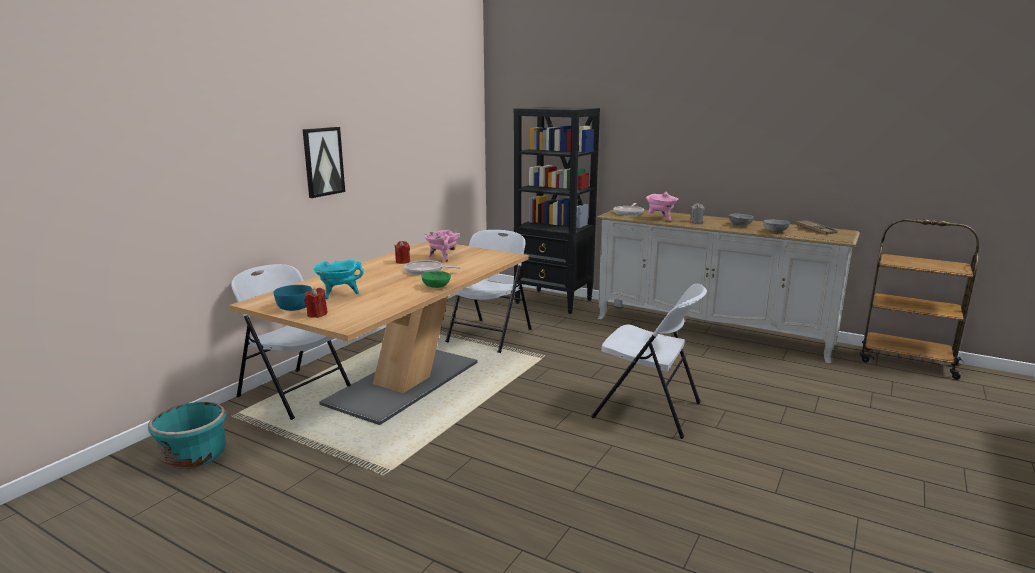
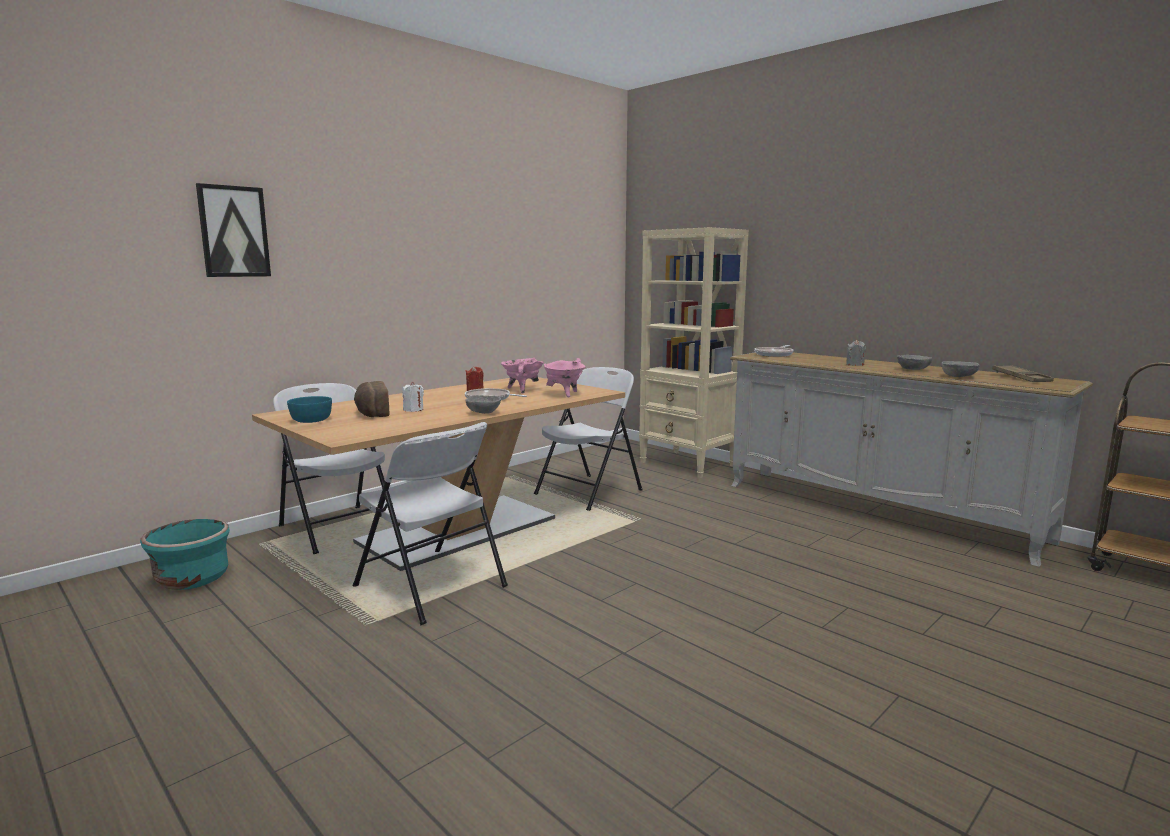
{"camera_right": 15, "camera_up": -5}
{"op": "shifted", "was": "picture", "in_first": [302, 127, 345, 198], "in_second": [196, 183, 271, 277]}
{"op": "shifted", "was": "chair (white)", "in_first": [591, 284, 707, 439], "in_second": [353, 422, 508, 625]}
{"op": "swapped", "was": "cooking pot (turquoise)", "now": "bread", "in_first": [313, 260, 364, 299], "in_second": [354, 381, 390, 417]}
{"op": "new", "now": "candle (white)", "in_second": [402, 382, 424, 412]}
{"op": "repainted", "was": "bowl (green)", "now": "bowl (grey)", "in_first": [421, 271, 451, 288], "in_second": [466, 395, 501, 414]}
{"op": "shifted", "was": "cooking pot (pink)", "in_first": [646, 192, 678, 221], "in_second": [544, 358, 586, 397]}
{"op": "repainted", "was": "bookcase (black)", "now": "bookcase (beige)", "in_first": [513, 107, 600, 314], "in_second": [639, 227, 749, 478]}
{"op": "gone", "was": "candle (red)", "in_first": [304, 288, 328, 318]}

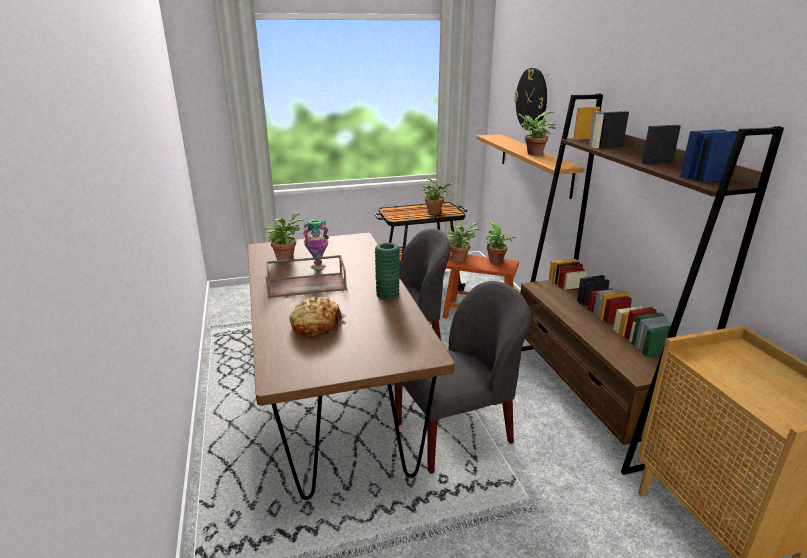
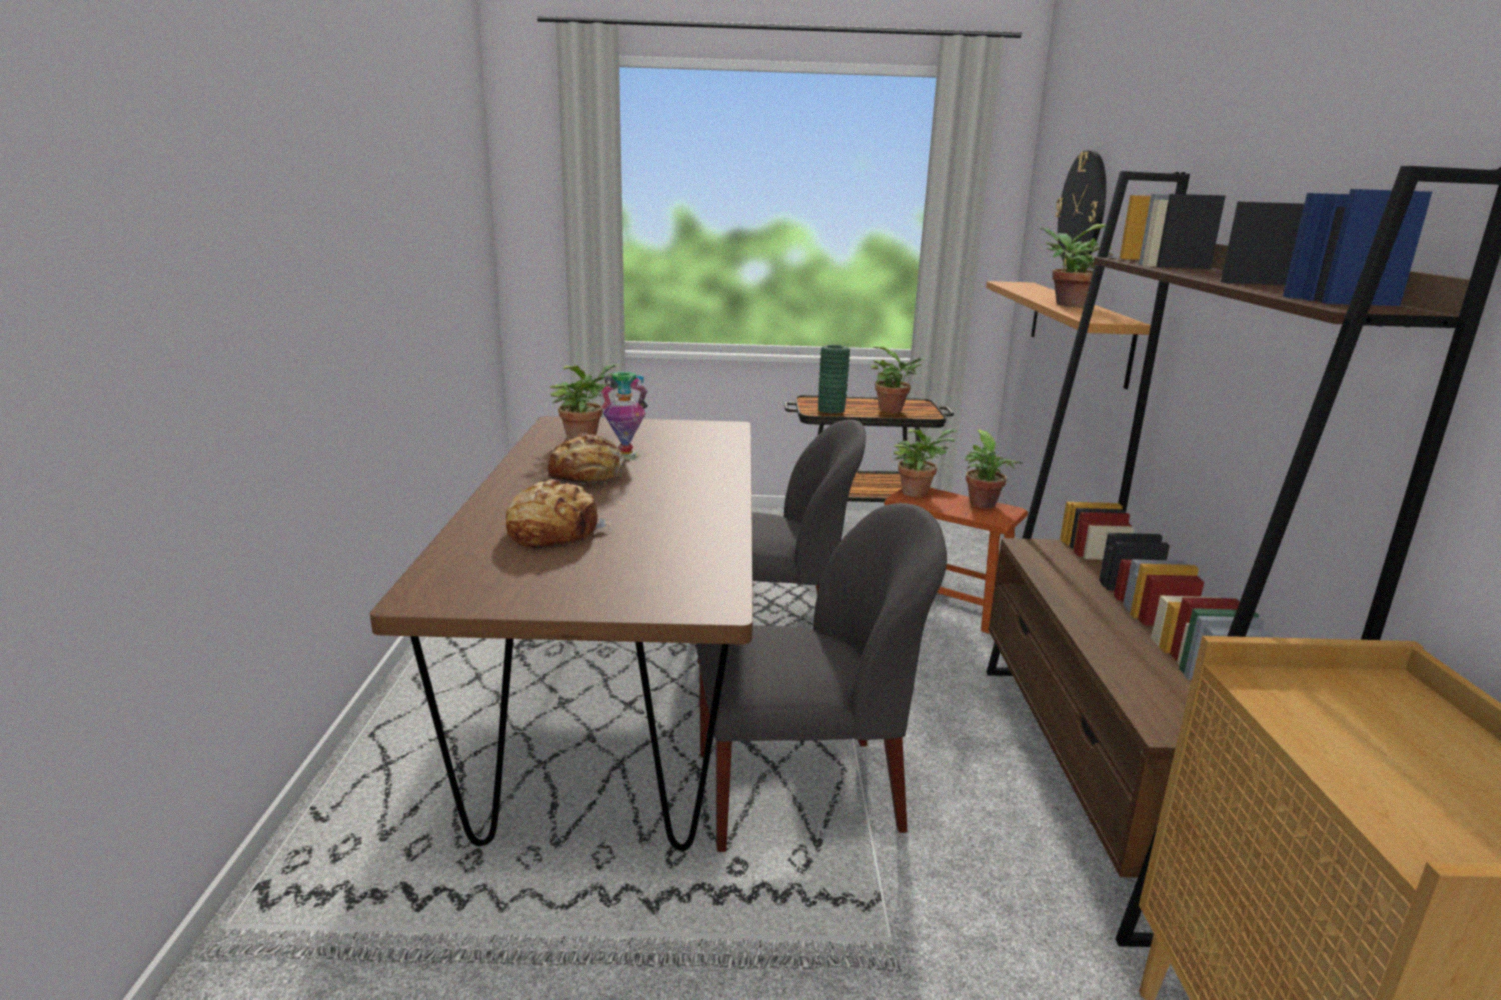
{"camera_right": 15, "camera_up": -5}
{"op": "swapped", "was": "tray (brown)", "now": "bread", "in_first": [266, 255, 347, 298], "in_second": [548, 433, 625, 484]}
{"op": "shifted", "was": "vase (green)", "in_first": [375, 242, 400, 300], "in_second": [818, 345, 850, 414]}

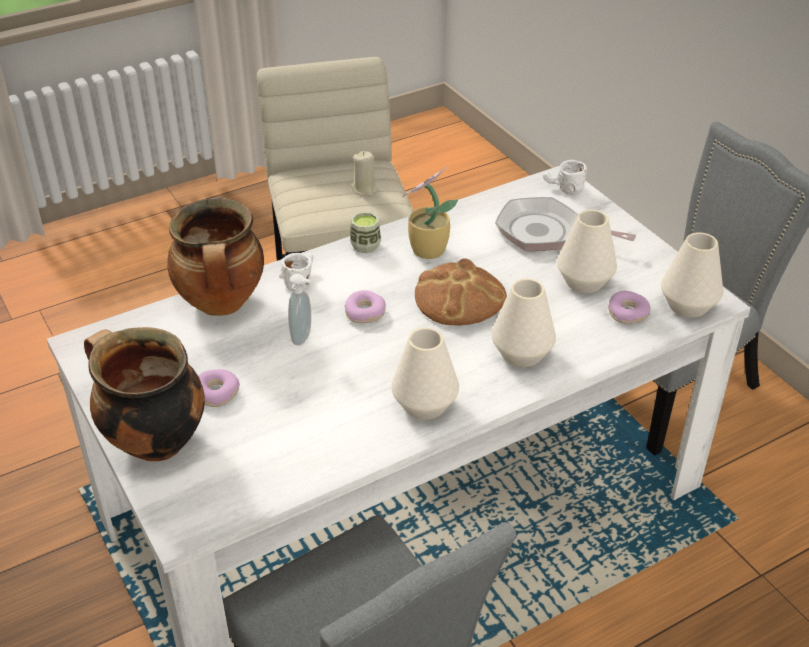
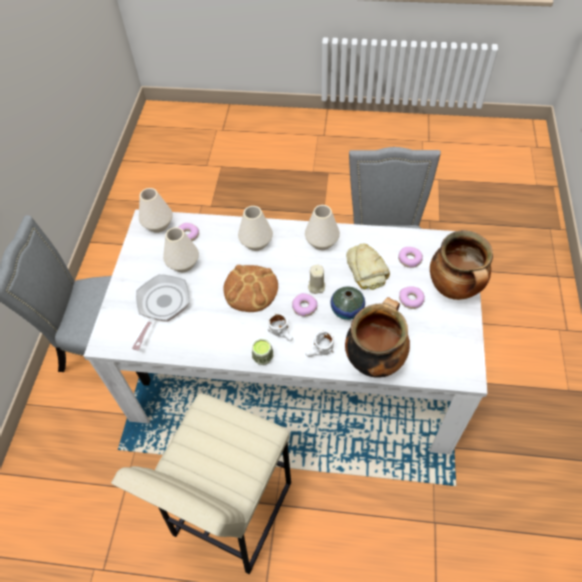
{"camera_right": -140, "camera_up": 15}
{"op": "rotated", "was": "frying pan", "in_first": [495, 197, 636, 251], "in_second": [132, 274, 190, 350], "clockwise": -135}
{"op": "shifted", "was": "mug (white)", "in_first": [543, 160, 587, 195], "in_second": [268, 313, 293, 341]}
{"op": "shifted", "was": "candle (beige)", "in_first": [352, 151, 379, 196], "in_second": [308, 265, 325, 294]}
{"op": "swapped", "was": "soap dispenser", "now": "vase", "in_first": [288, 274, 311, 346], "in_second": [331, 287, 365, 320]}
{"op": "new", "now": "bread", "in_second": [346, 243, 390, 290]}
{"op": "new", "now": "donut", "in_second": [398, 247, 423, 268]}
{"op": "gone", "was": "potted plant", "in_first": [403, 167, 458, 259]}

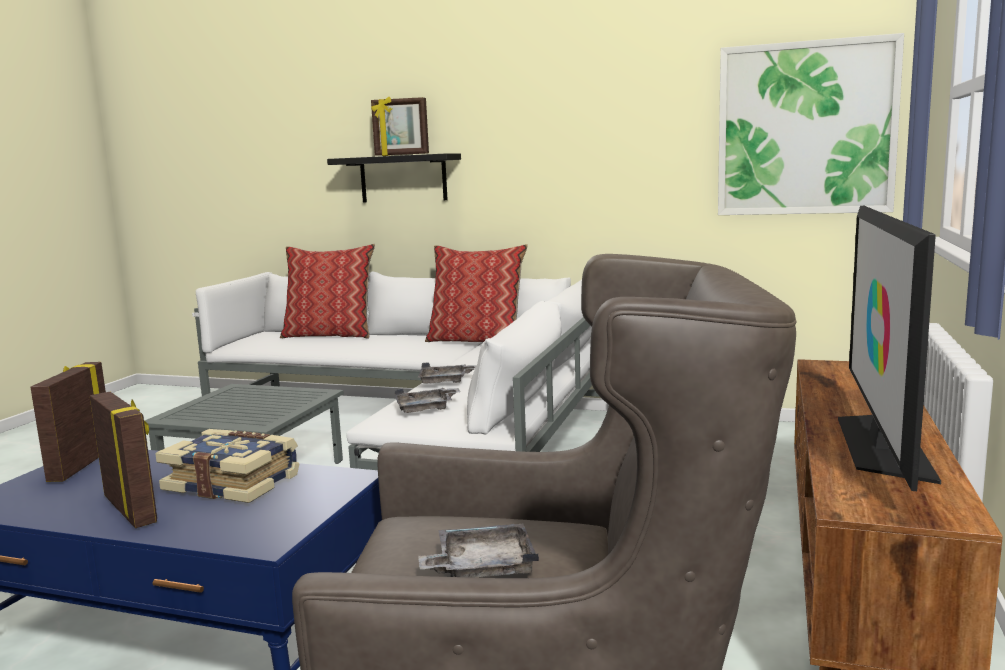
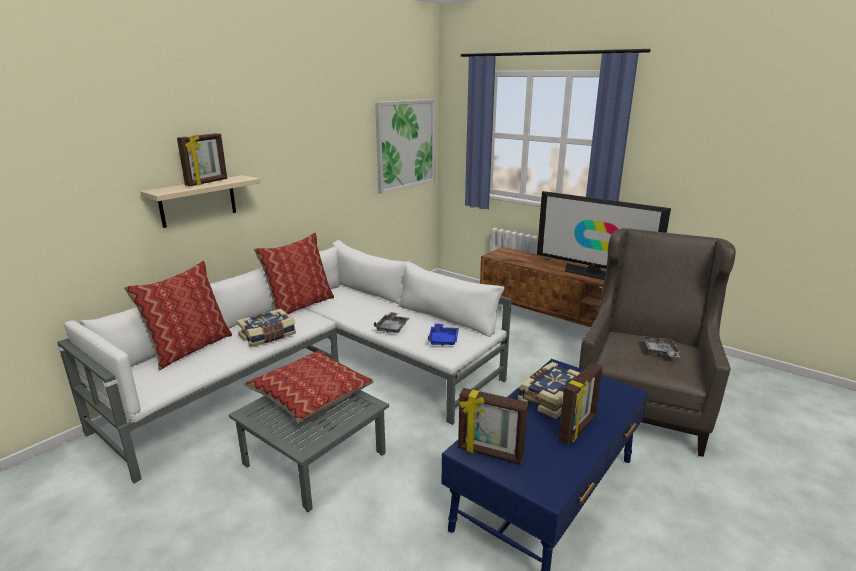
{"camera_right": -70, "camera_up": 10}
{"op": "repainted", "was": "shelf (black)", "now": "shelf (beige)", "in_first": [327, 153, 461, 202], "in_second": [140, 175, 261, 228]}
{"op": "new", "now": "book", "in_second": [236, 308, 296, 347]}
{"op": "new", "now": "pillow", "in_second": [244, 350, 374, 423]}
{"op": "repainted", "was": "tray (grey)", "now": "tray (blue)", "in_first": [395, 387, 460, 413], "in_second": [428, 324, 459, 346]}
{"op": "rotated", "was": "picture frame", "in_first": [90, 392, 157, 528], "in_second": [558, 362, 603, 445], "clockwise": 150}

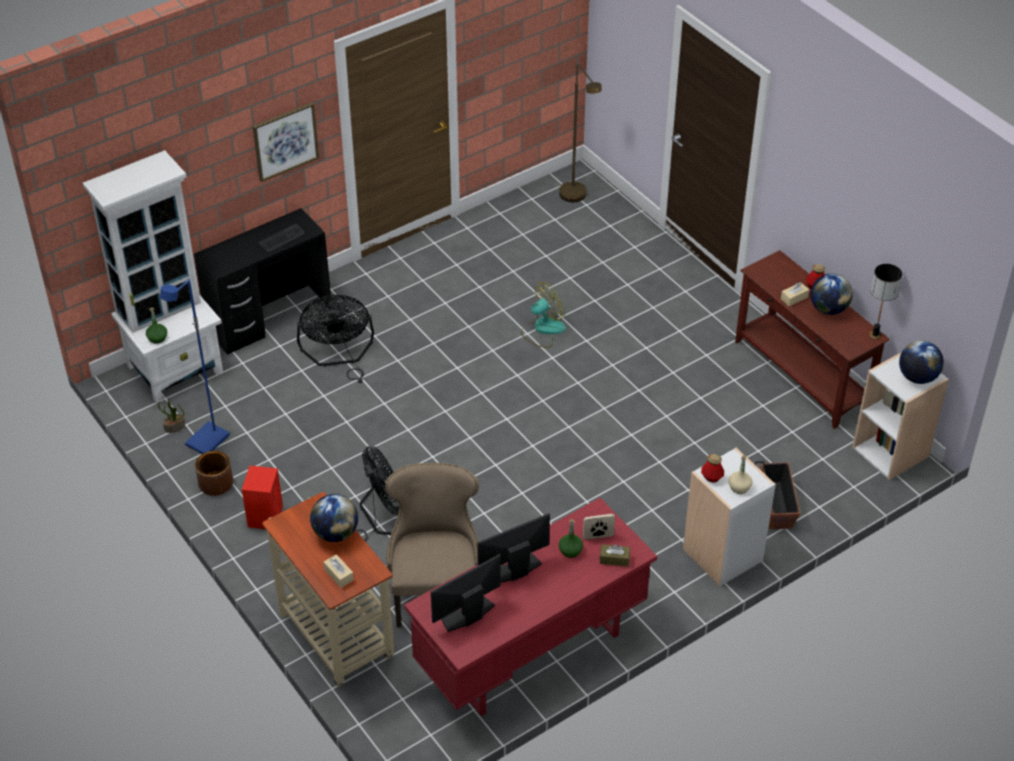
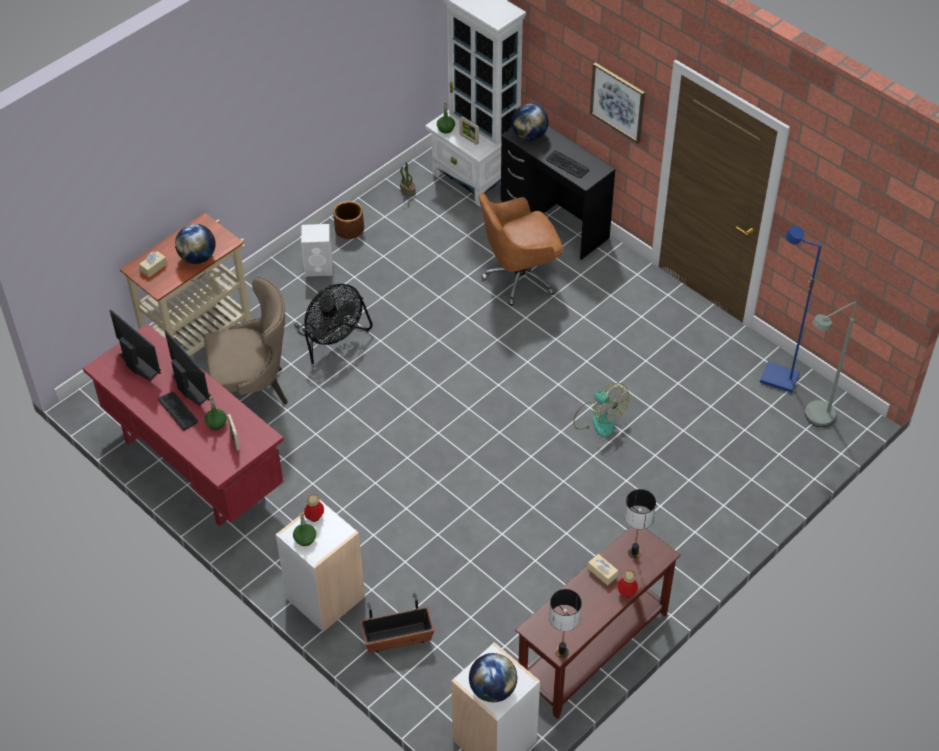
{"camera_right": 80, "camera_up": 5}
{"op": "new", "now": "keyboard", "in_second": [158, 392, 198, 430]}
{"op": "repainted", "was": "bottle (beige)", "now": "bottle (green)", "in_first": [728, 455, 753, 494], "in_second": [293, 512, 316, 546]}
{"op": "repainted", "was": "speaker (red)", "now": "speaker (white)", "in_first": [242, 466, 283, 529], "in_second": [301, 224, 333, 276]}
{"op": "new", "now": "picture frame", "in_second": [459, 116, 479, 145]}
{"op": "swapped", "was": "fan (black)", "now": "office chair (brown)", "in_first": [297, 295, 374, 383], "in_second": [478, 193, 563, 306]}
{"op": "shifted", "was": "globe", "in_first": [811, 273, 853, 315], "in_second": [512, 103, 549, 141]}
{"op": "new", "now": "table lamp", "in_second": [624, 489, 656, 559]}
{"op": "shifted", "was": "floor lamp (blue)", "in_first": [160, 279, 230, 454], "in_second": [760, 226, 822, 393]}
{"op": "repainted", "was": "floor lamp (brown)", "now": "floor lamp (grey)", "in_first": [559, 64, 602, 202], "in_second": [805, 302, 857, 427]}
{"op": "gone", "was": "tissue box (brown)", "in_first": [600, 544, 630, 566]}

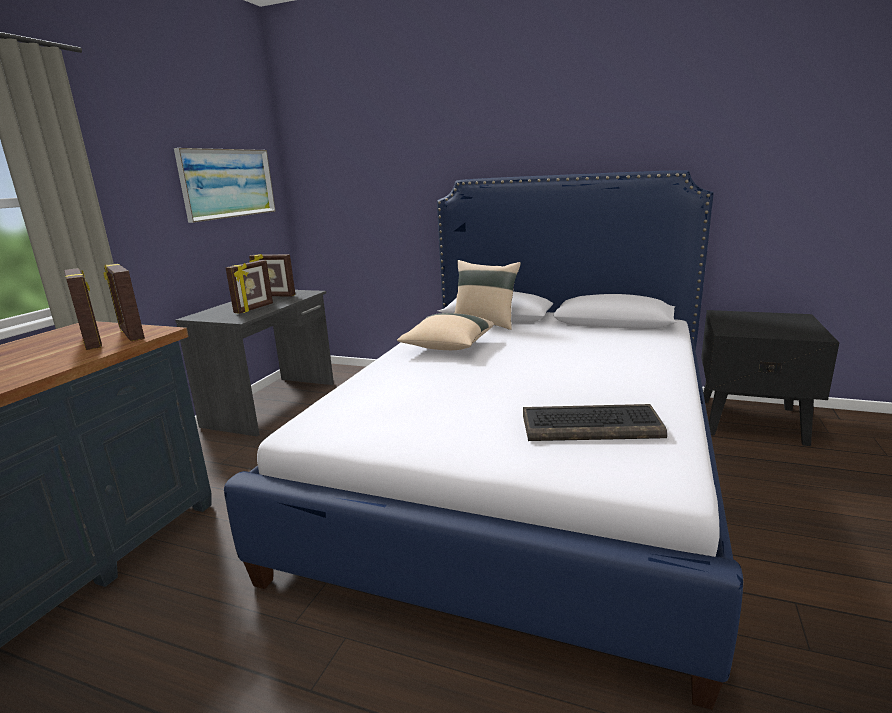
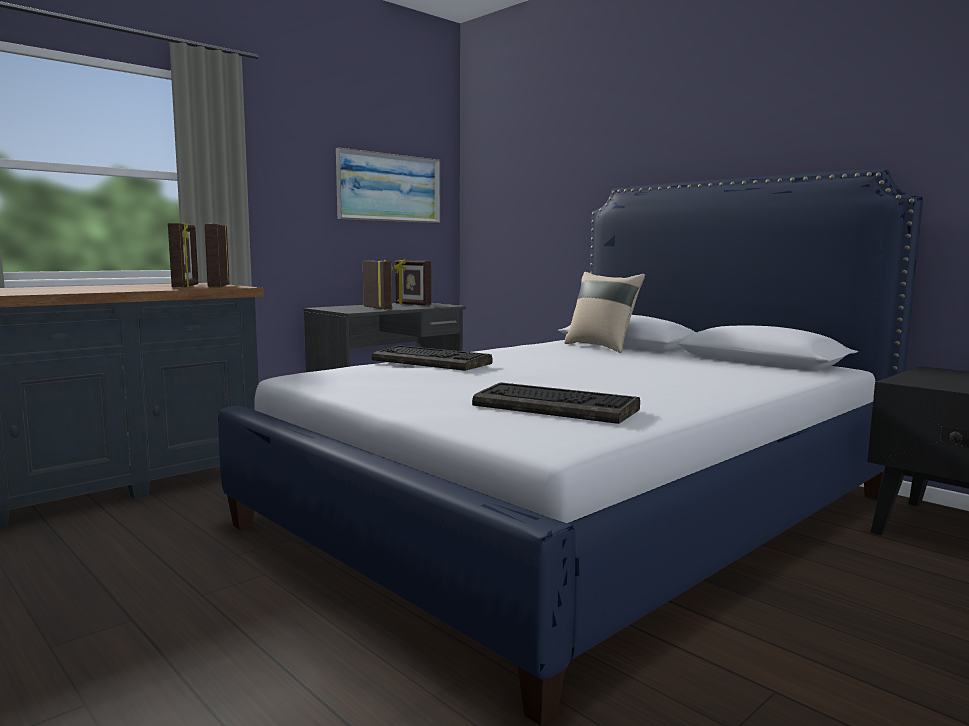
{"camera_right": 25, "camera_up": -10}
{"op": "rotated", "was": "picture frame", "in_first": [226, 260, 273, 314], "in_second": [363, 259, 393, 310], "clockwise": -90}
{"op": "new", "now": "keyboard", "in_second": [372, 345, 492, 371]}
{"op": "gone", "was": "pillow (beige)", "in_first": [397, 313, 494, 350]}

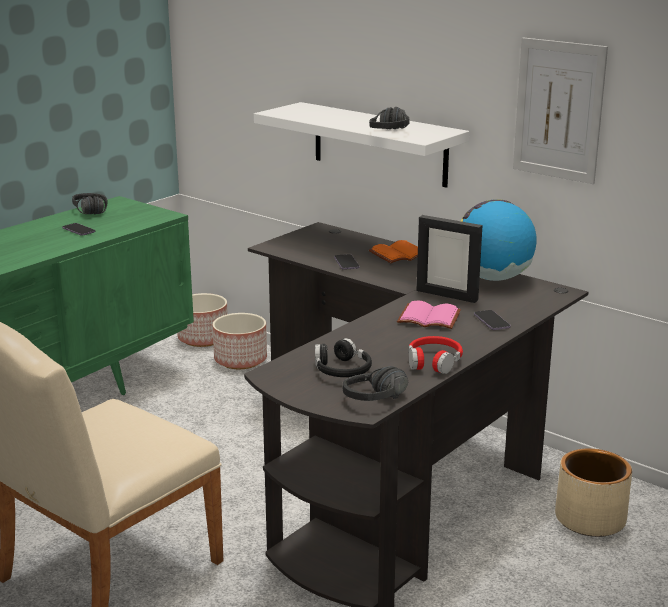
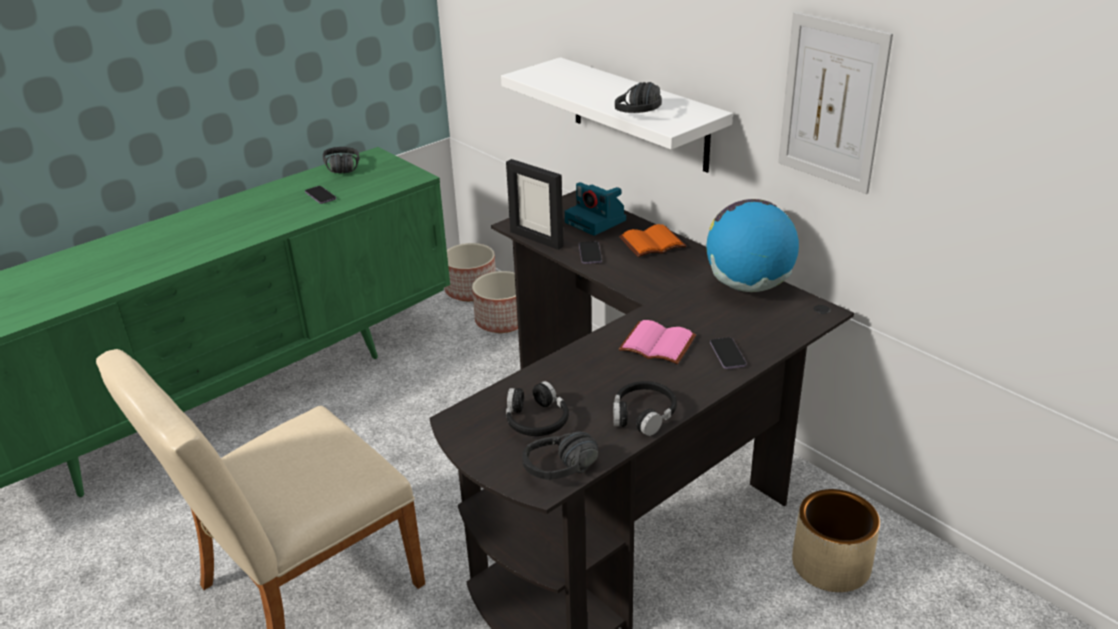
{"camera_right": 10, "camera_up": 10}
{"op": "shifted", "was": "picture frame", "in_first": [417, 215, 483, 303], "in_second": [506, 159, 564, 250]}
{"op": "new", "now": "photo camera", "in_second": [565, 182, 626, 236]}
{"op": "repainted", "was": "headphones (red)", "now": "headphones (black)", "in_first": [408, 336, 463, 374], "in_second": [613, 381, 677, 436]}

